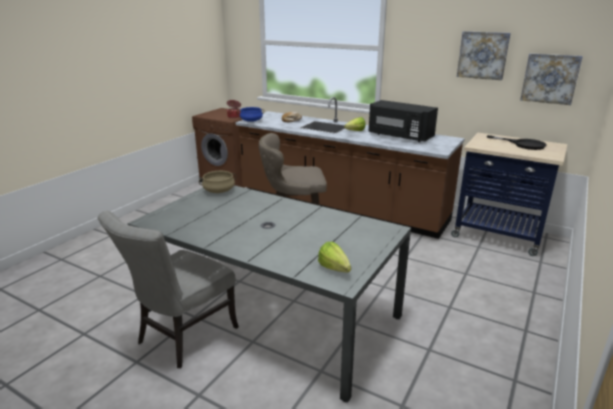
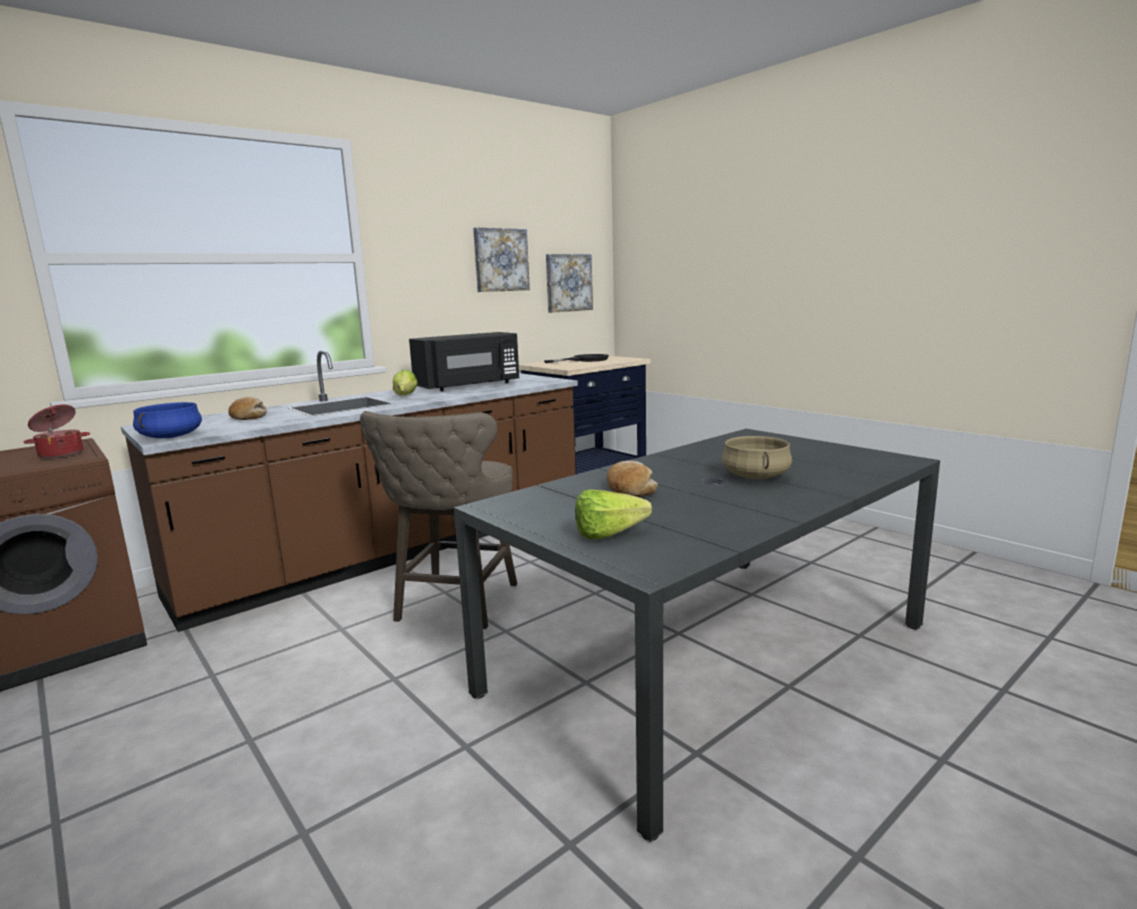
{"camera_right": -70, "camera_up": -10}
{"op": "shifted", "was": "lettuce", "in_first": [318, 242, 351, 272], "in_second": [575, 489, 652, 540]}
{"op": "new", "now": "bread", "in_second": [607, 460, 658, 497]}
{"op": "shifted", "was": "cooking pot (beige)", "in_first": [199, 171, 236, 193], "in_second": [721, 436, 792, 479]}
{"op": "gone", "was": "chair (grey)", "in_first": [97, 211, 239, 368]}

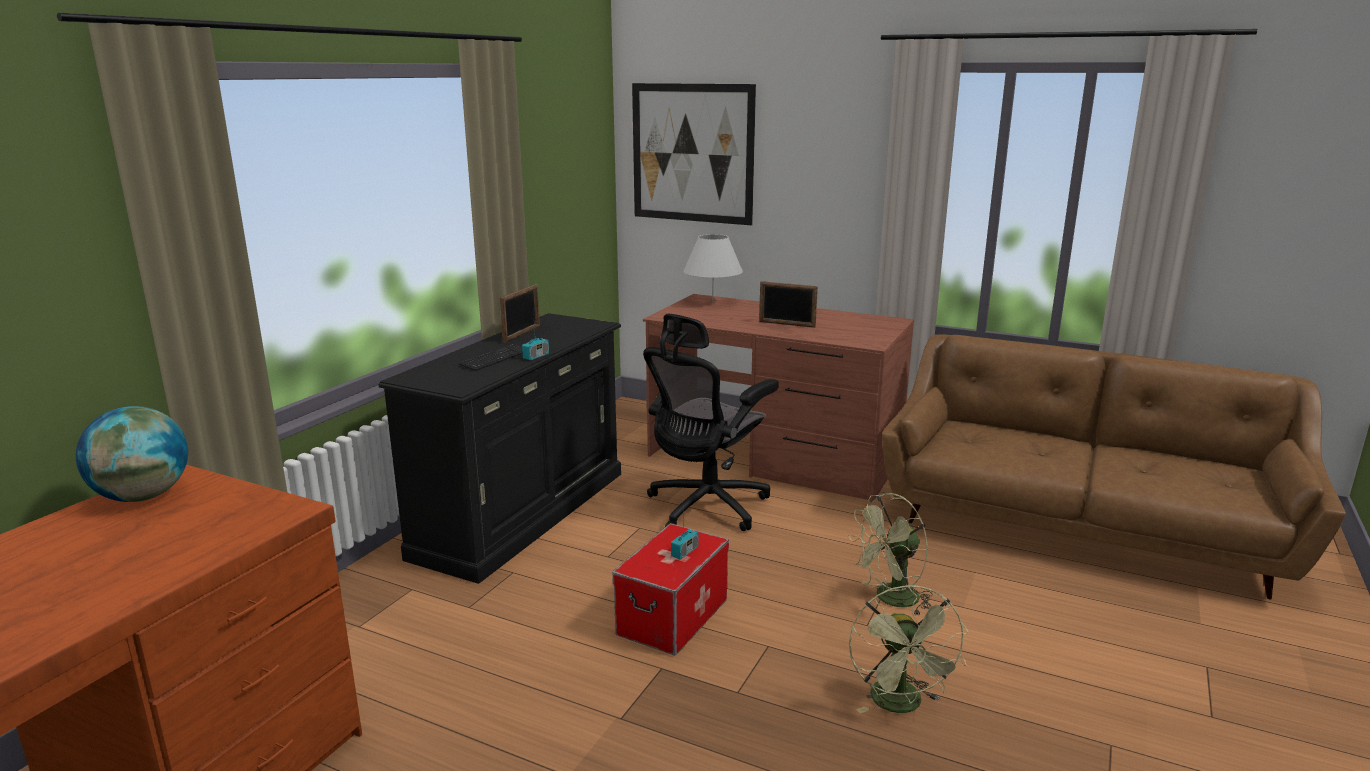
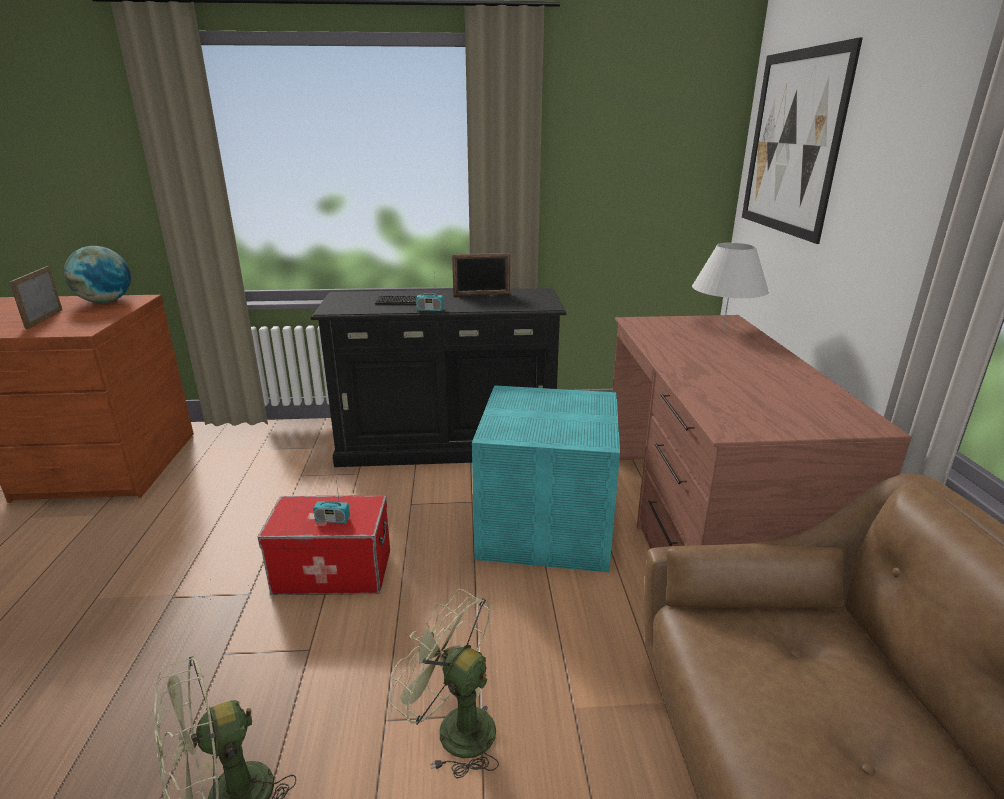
{"camera_right": 60, "camera_up": 5}
{"op": "shifted", "was": "picture frame", "in_first": [759, 281, 818, 328], "in_second": [9, 266, 62, 329]}
{"op": "swapped", "was": "office chair", "now": "storage box (turquoise)", "in_first": [643, 314, 779, 531], "in_second": [472, 385, 620, 572]}

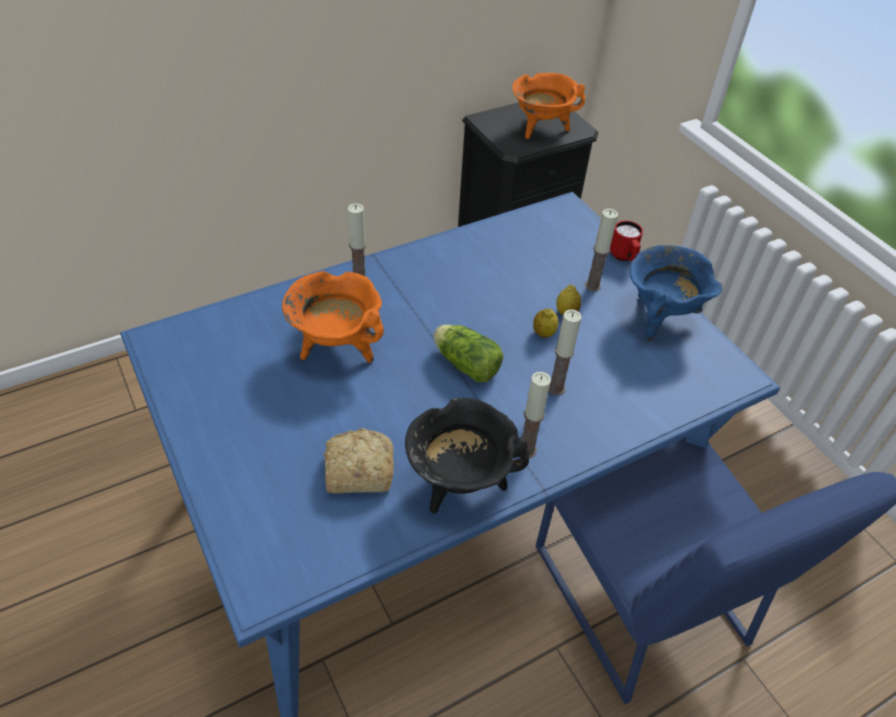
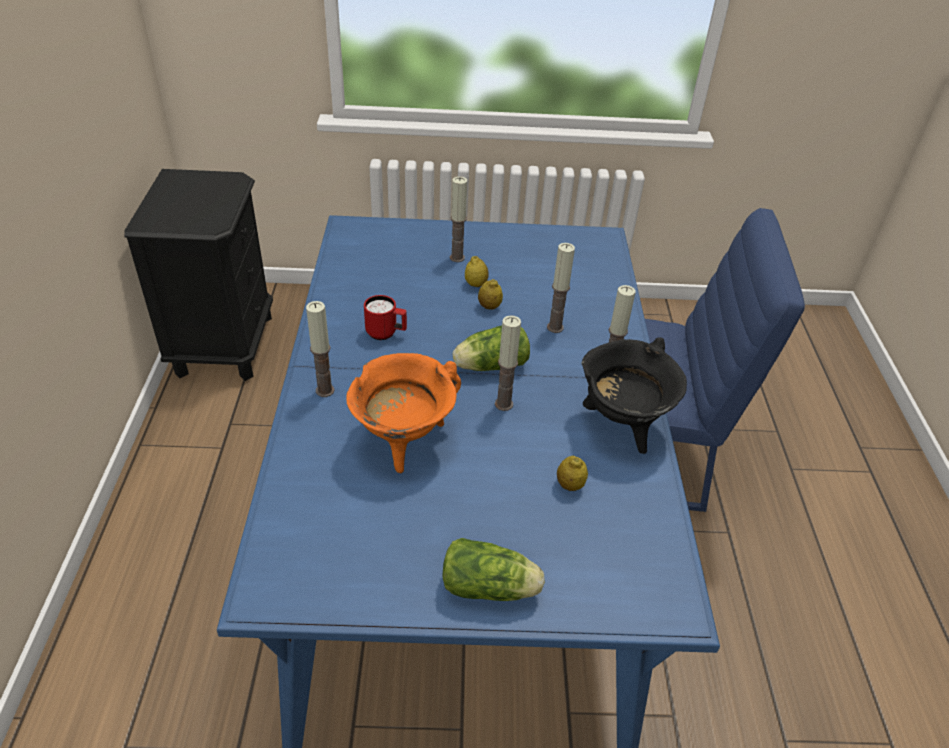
{"camera_right": -60, "camera_up": -5}
{"op": "shifted", "was": "mug (red)", "in_first": [610, 221, 643, 262], "in_second": [364, 295, 407, 340]}
{"op": "new", "now": "lettuce", "in_second": [442, 538, 545, 601]}
{"op": "new", "now": "candle", "in_second": [495, 315, 521, 411]}
{"op": "swapped", "was": "bread", "now": "lemon", "in_first": [324, 428, 394, 494], "in_second": [557, 456, 588, 491]}
{"op": "gone", "was": "cooking pot (orange)", "in_first": [512, 73, 585, 139]}
{"op": "gone", "was": "cooking pot (blue)", "in_first": [630, 245, 722, 341]}

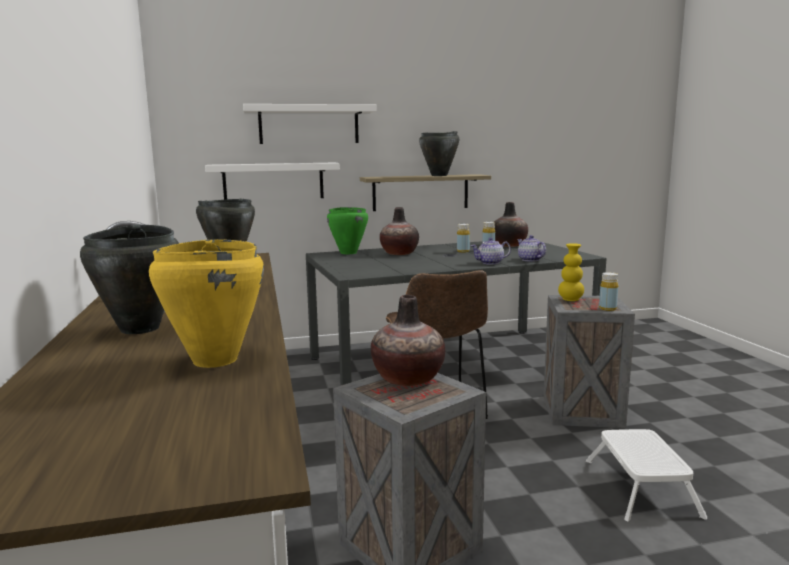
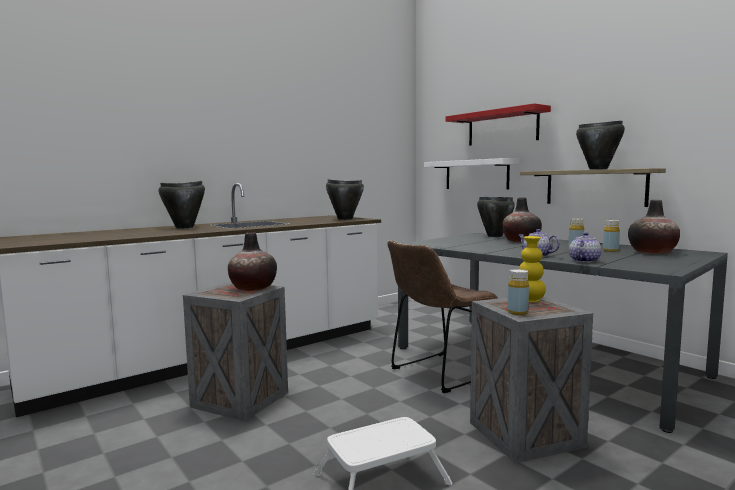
{"camera_right": 65, "camera_up": -5}
{"op": "repainted", "was": "shelf (white)", "now": "shelf (red)", "in_first": [243, 104, 377, 144], "in_second": [446, 103, 551, 146]}
{"op": "repainted", "was": "cooking pot (green)", "now": "cooking pot (black)", "in_first": [327, 207, 368, 254], "in_second": [477, 197, 515, 237]}
{"op": "gone", "was": "cooking pot (yellow)", "in_first": [149, 239, 264, 368]}

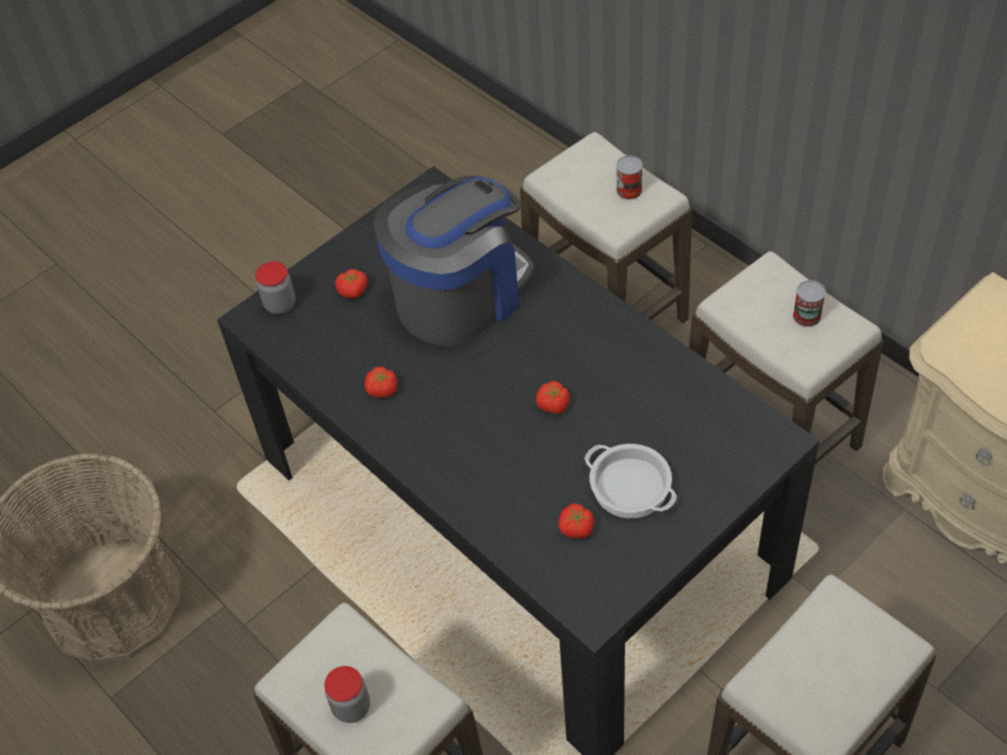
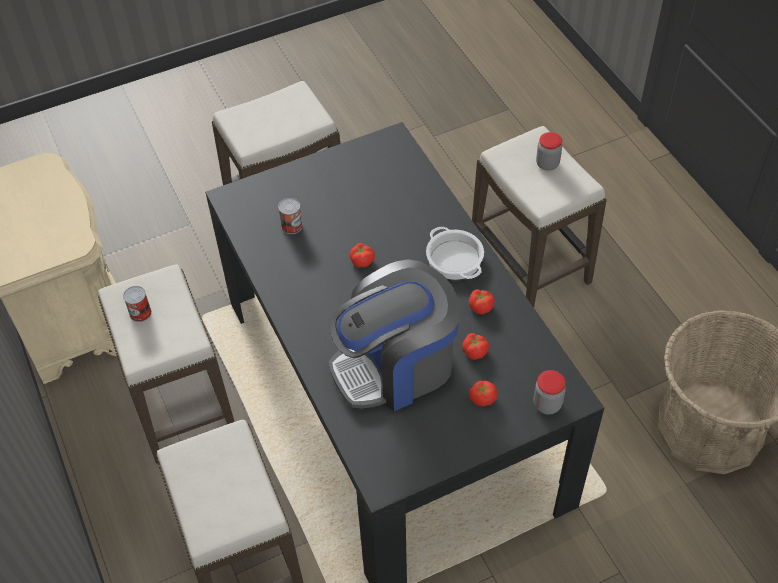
{"camera_right": -165, "camera_up": 0}
{"op": "shifted", "was": "can", "in_first": [616, 156, 643, 200], "in_second": [278, 198, 303, 234]}
{"op": "shifted", "was": "cooking pot", "in_first": [584, 444, 677, 518], "in_second": [426, 227, 484, 280]}
{"op": "shifted", "was": "tomato", "in_first": [558, 504, 594, 538], "in_second": [462, 333, 489, 360]}

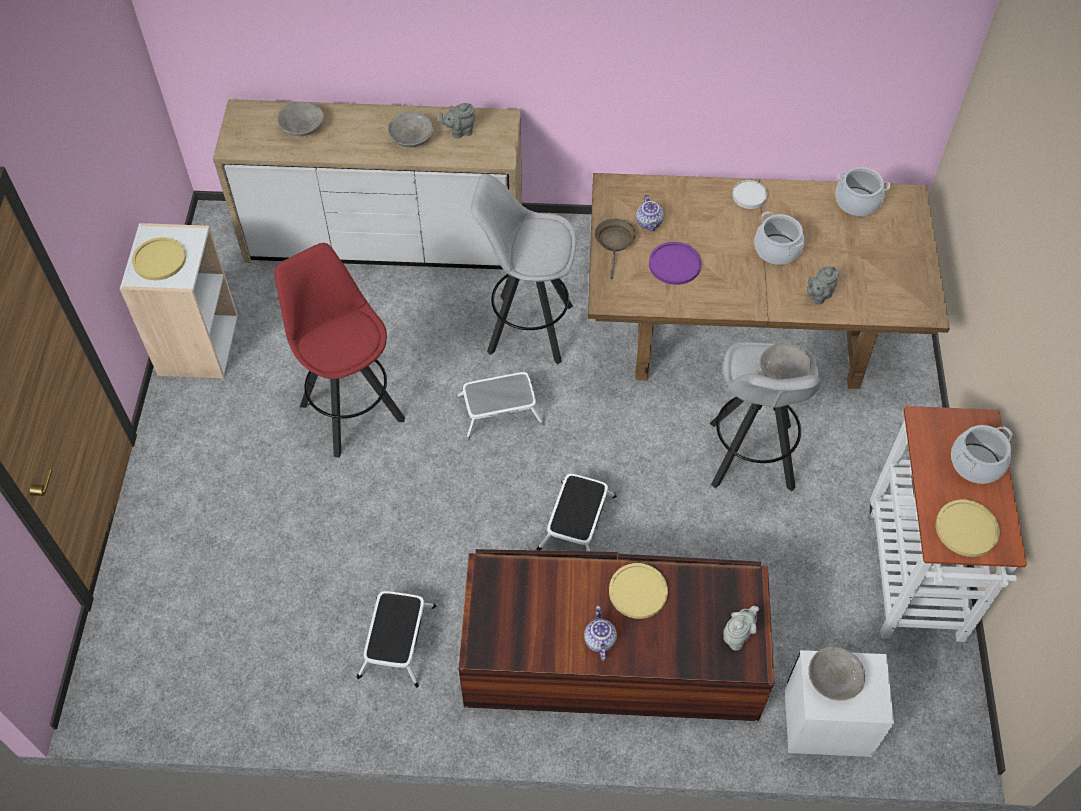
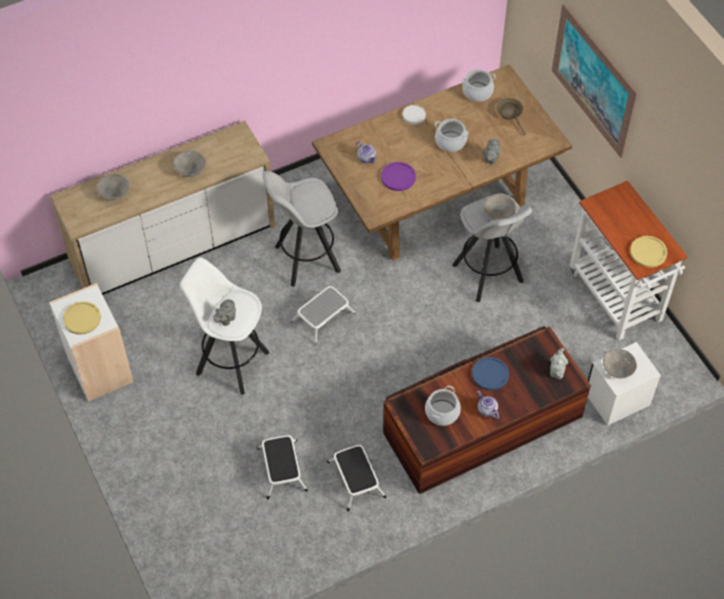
{"camera_right": -30, "camera_up": 0}
{"op": "repainted", "was": "stool (red)", "now": "stool (white)", "in_first": [274, 243, 405, 458], "in_second": [180, 257, 269, 395]}
{"op": "shifted", "was": "teapot (grey)", "in_first": [439, 103, 475, 138], "in_second": [213, 299, 236, 326]}
{"op": "shifted", "was": "step ladder (black)", "in_first": [536, 474, 617, 551], "in_second": [257, 435, 308, 499]}
{"op": "shifted", "was": "cooking pot", "in_first": [951, 425, 1013, 484], "in_second": [425, 386, 461, 426]}
{"op": "repainted", "was": "plate (yellow)", "now": "plate (blue)", "in_first": [609, 563, 668, 619], "in_second": [472, 357, 509, 391]}
{"op": "shifted", "was": "frying pan (brown)", "in_first": [595, 218, 636, 279], "in_second": [496, 98, 526, 135]}
{"op": "new", "now": "picture", "in_second": [552, 4, 638, 158]}

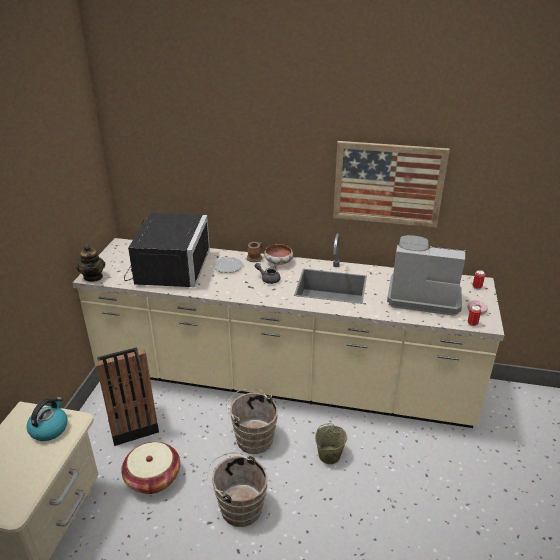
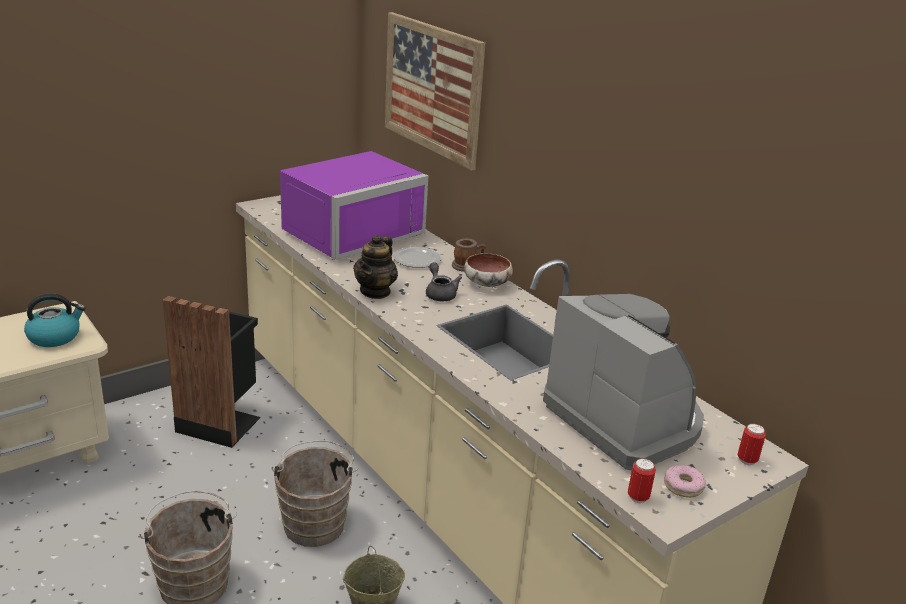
{"camera_right": 40, "camera_up": -5}
{"op": "repainted", "was": "microwave (black)", "now": "microwave (purple)", "in_first": [124, 213, 210, 287], "in_second": [280, 151, 428, 260]}
{"op": "shifted", "was": "teapot", "in_first": [76, 244, 105, 282], "in_second": [353, 234, 398, 299]}
{"op": "shifted", "was": "picture", "in_first": [333, 141, 450, 228], "in_second": [385, 12, 485, 170]}
{"op": "gone", "was": "basket", "in_first": [121, 442, 180, 494]}

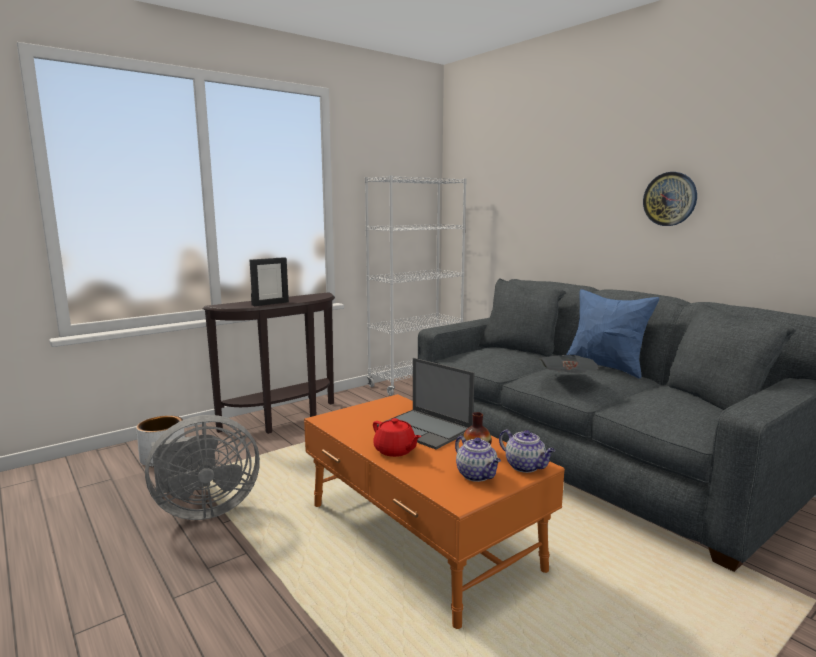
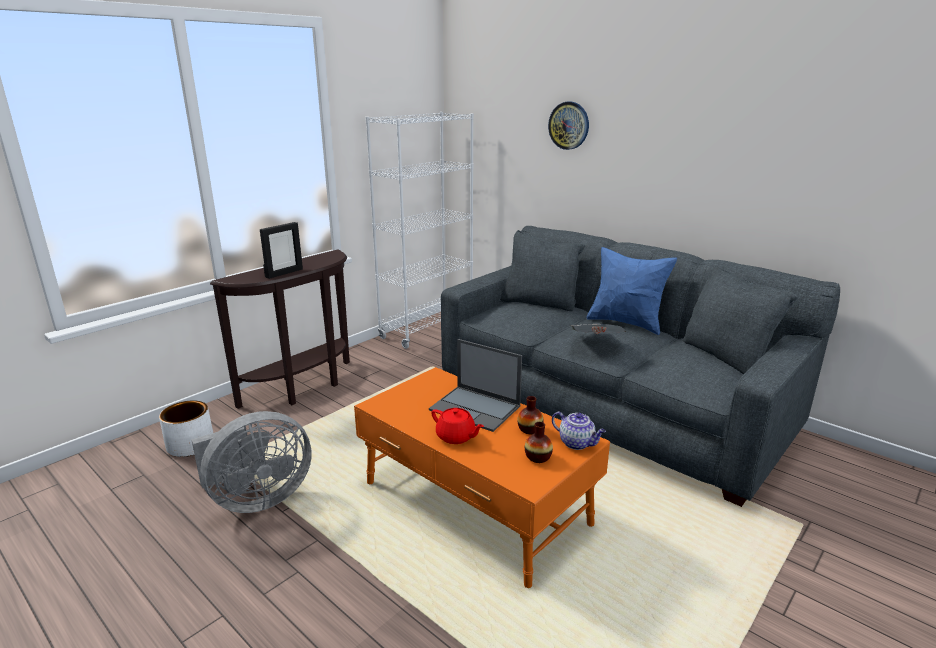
{"camera_right": -10, "camera_up": 10}
{"op": "swapped", "was": "teapot", "now": "vase", "in_first": [455, 436, 501, 482], "in_second": [525, 422, 553, 463]}
{"op": "shifted", "was": "wall clock", "in_first": [643, 172, 697, 226], "in_second": [548, 102, 589, 150]}

